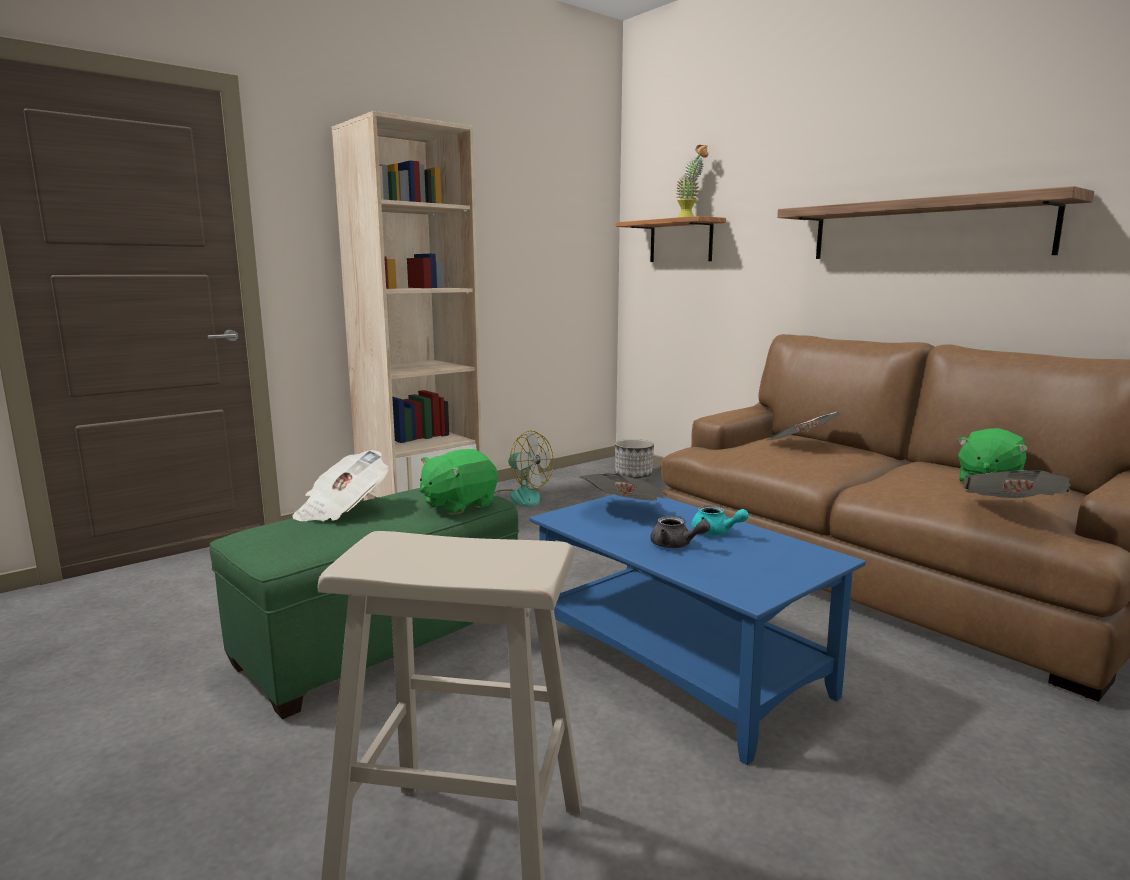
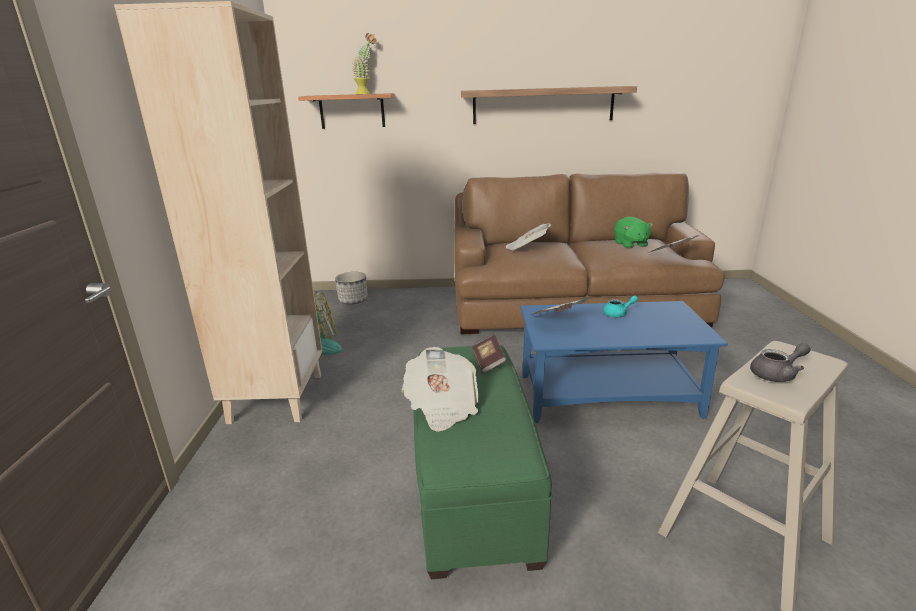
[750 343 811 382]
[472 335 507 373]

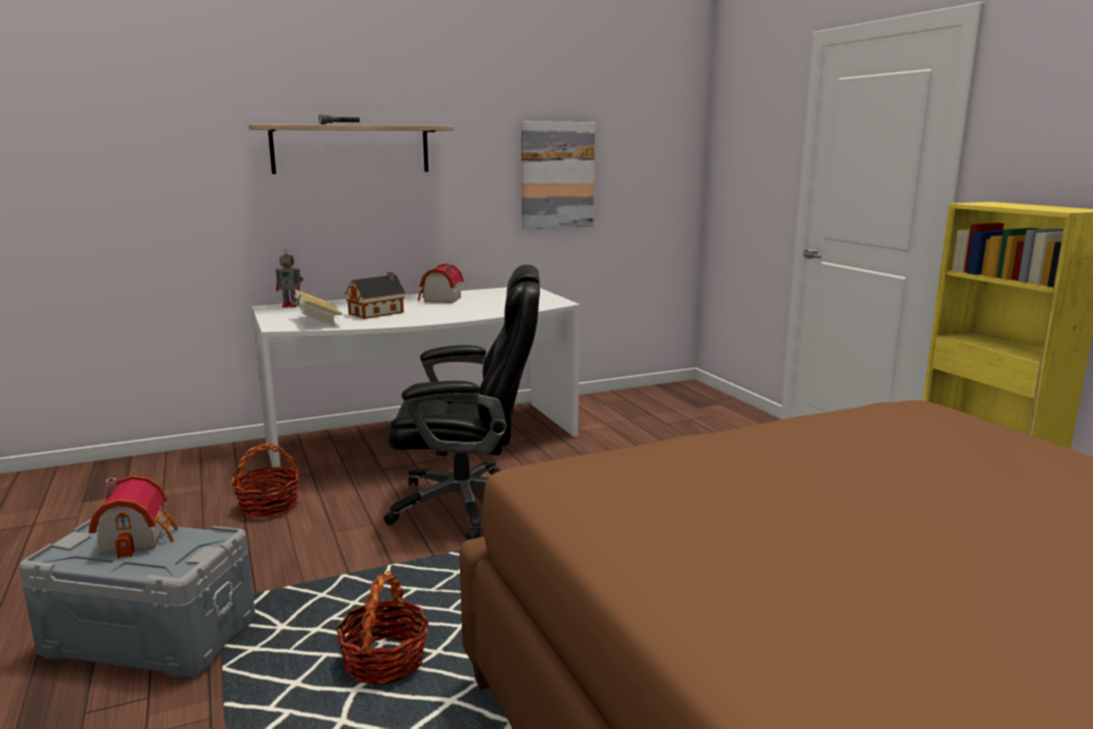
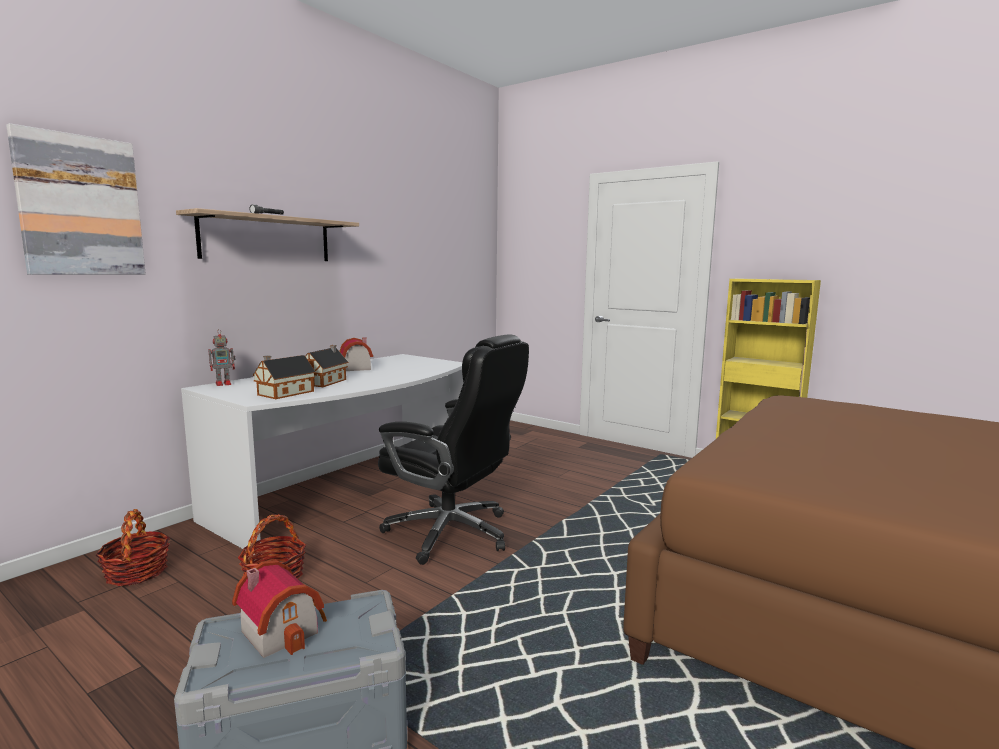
[96 509 170 586]
[6 123 146 275]
[253 355 316 399]
[378 334 529 565]

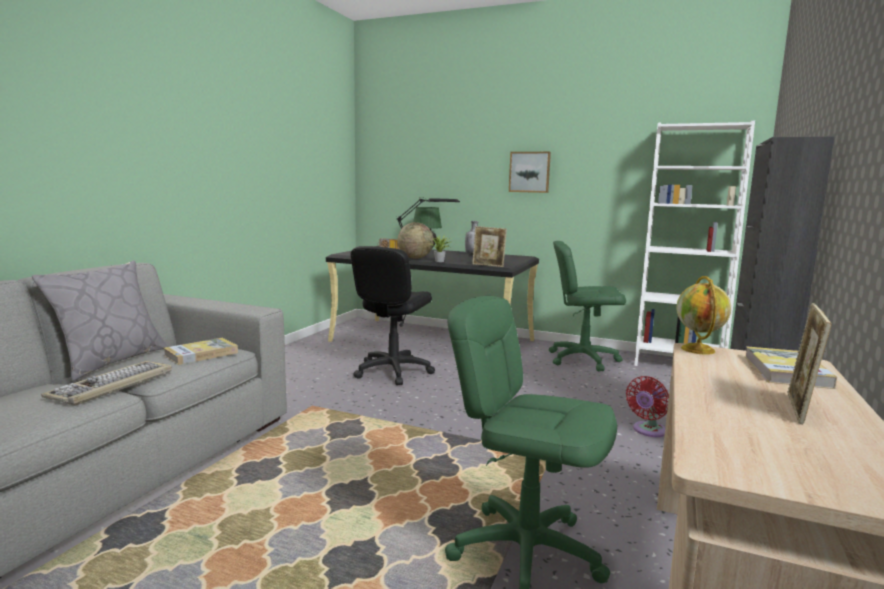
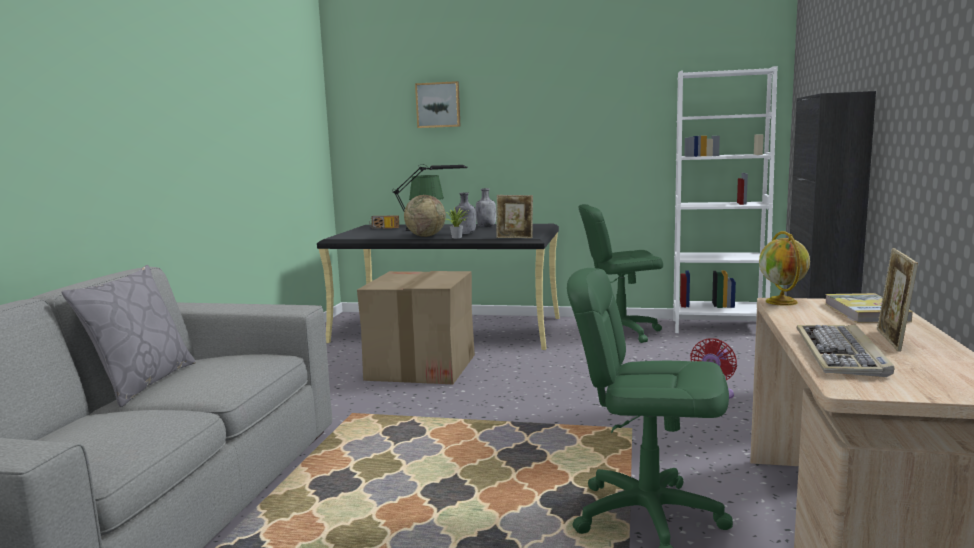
[164 338 238 365] (first image)
[455 192 476 234]
[796 324 894 377]
[415 81 461 128]
[357 271 475 384]

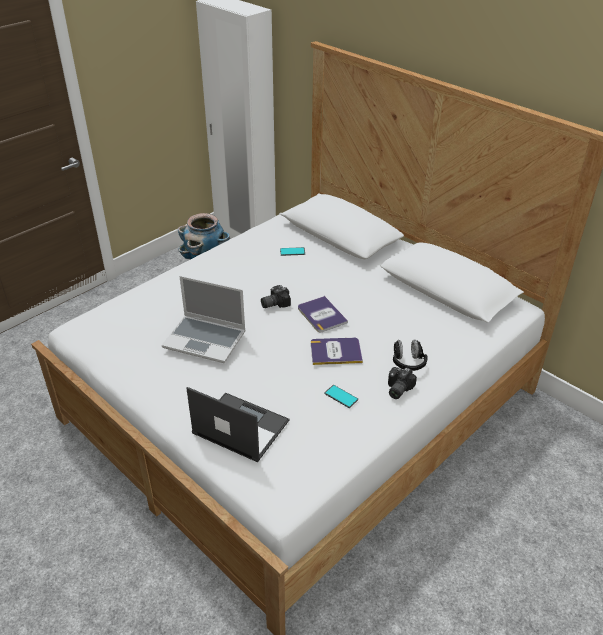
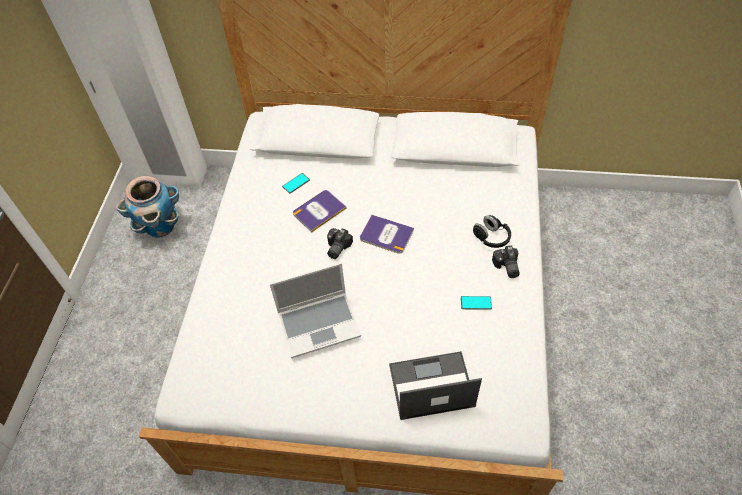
[293 190 347 233]

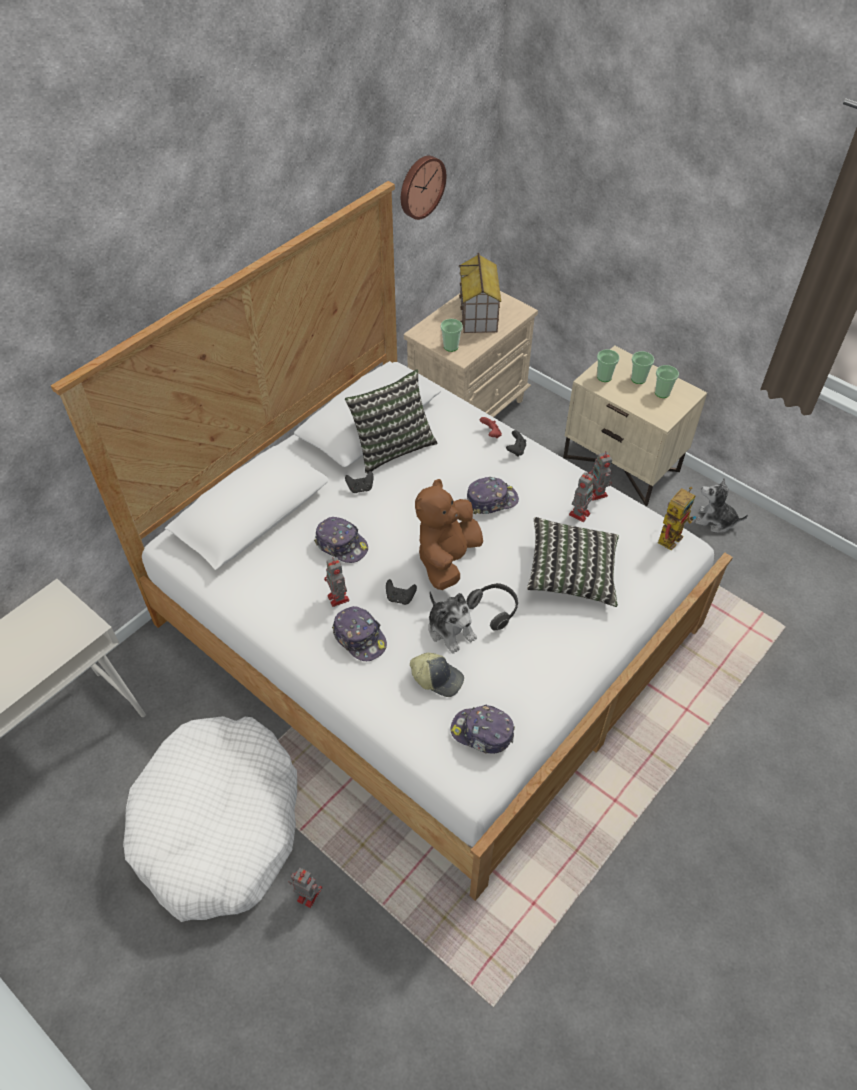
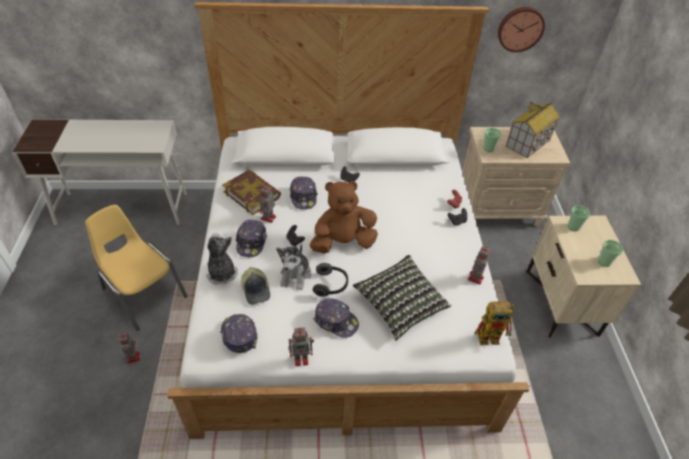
[345 369 438 474] (first image)
[631 351 655 384] (first image)
[222 170 281 215]
[313 298 359 338]
[289 327 314 366]
[206 233 238 285]
[85 204 188 331]

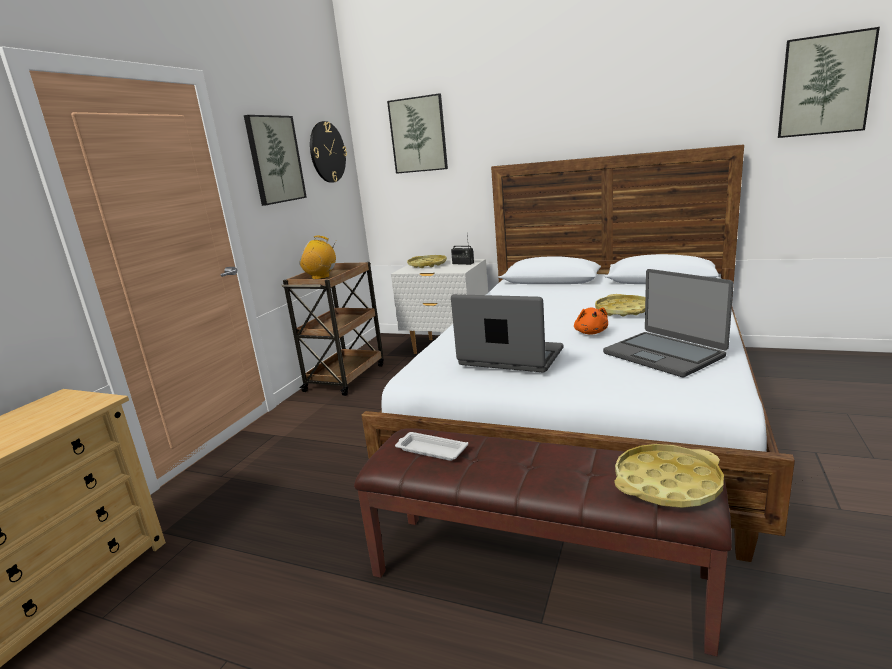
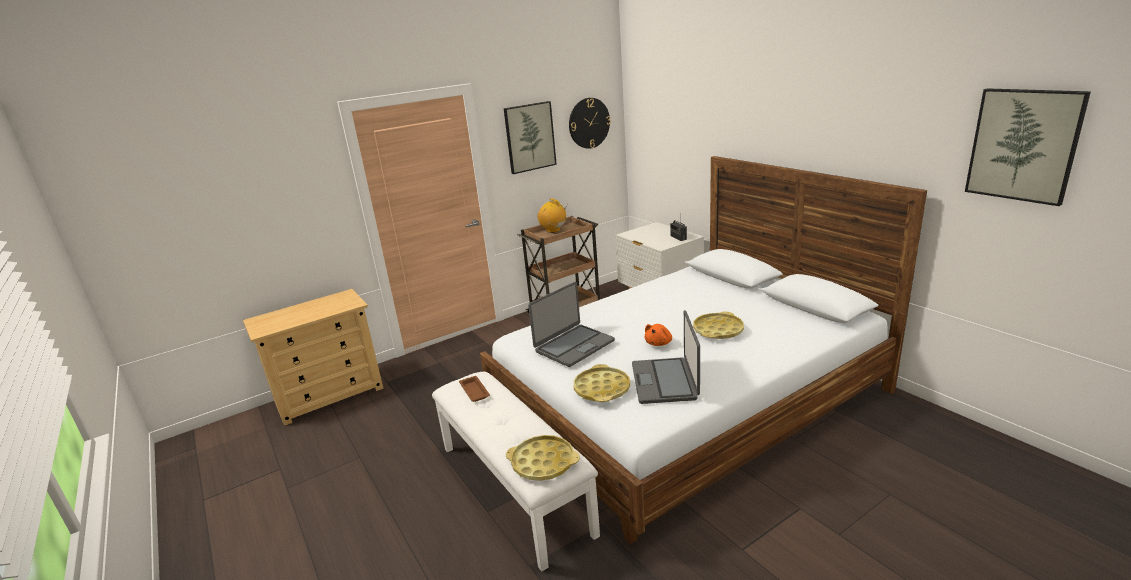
[387 93 448 174] (first image)
[574 364 630 402]
[432 372 600 571]
[459 376 490 402]
[528 282 615 367]

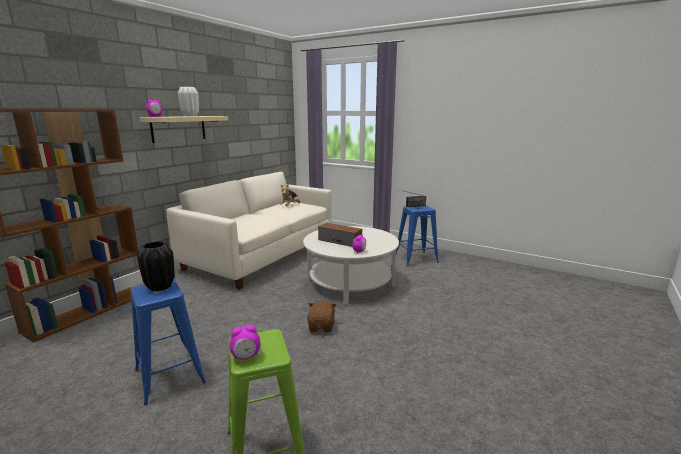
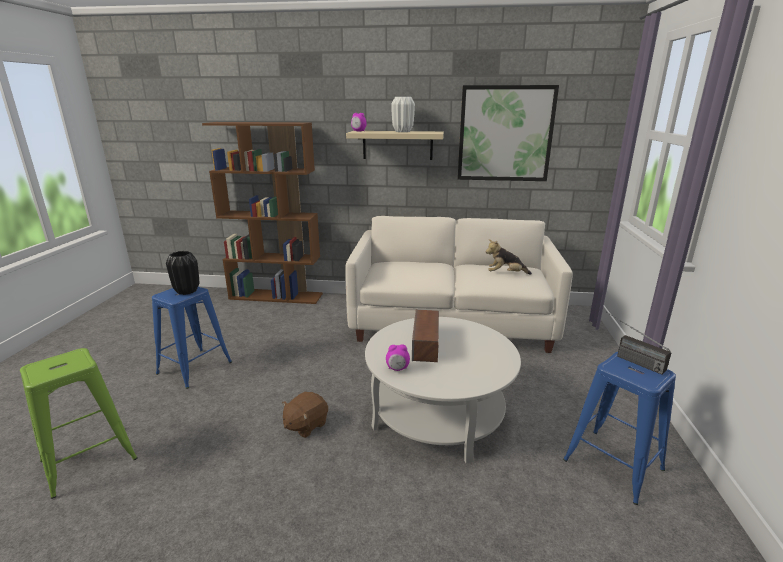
[229 325 261 360] (first image)
[458 85 559 181]
[282 392 328 438]

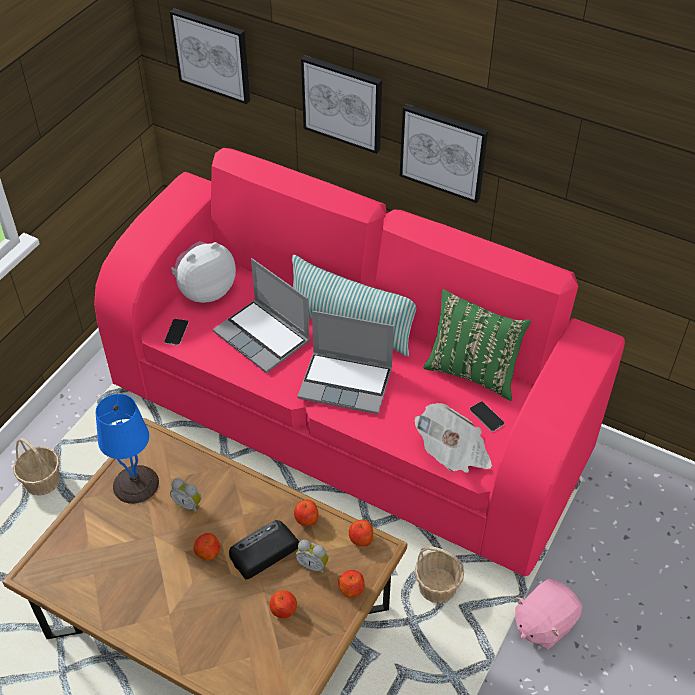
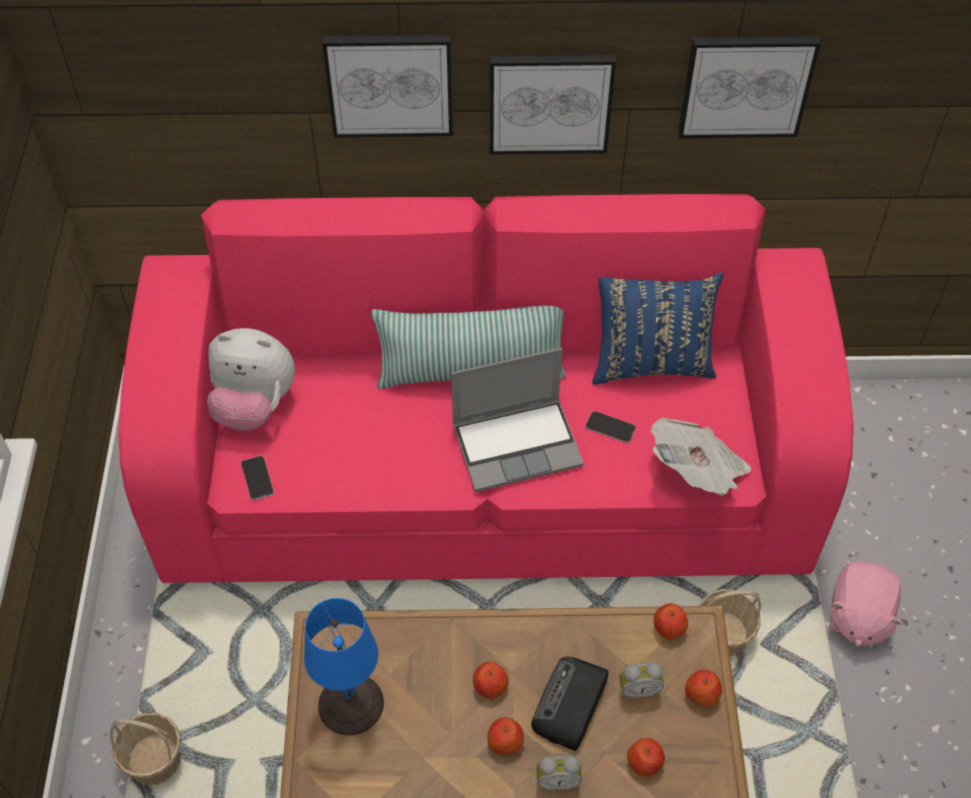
[213 258 310 373] (first image)
[678 36 821 138]
[536 756 582 790]
[473 662 509 698]
[585 411 636 443]
[592 273 723 385]
[207 328 295 431]

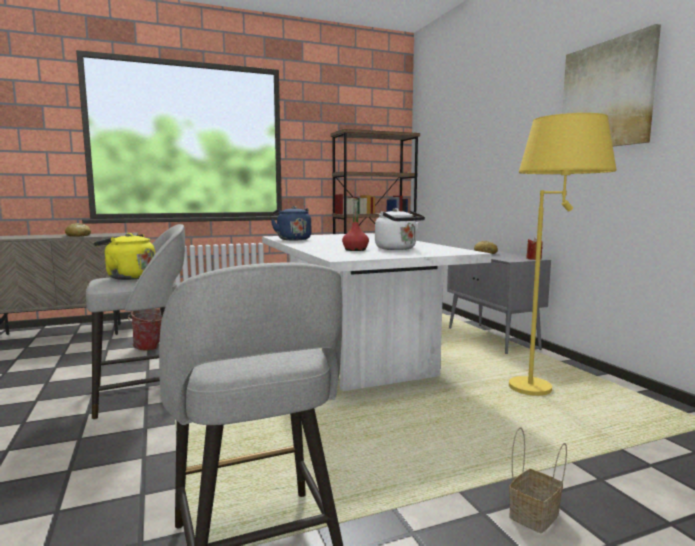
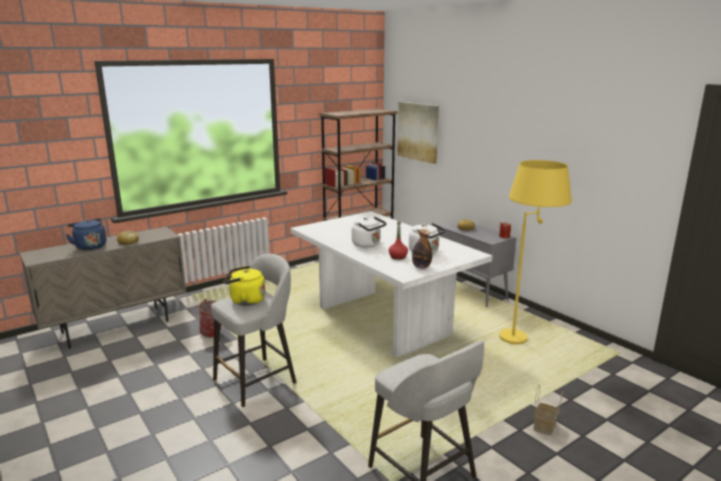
[352 216 386 248]
[412 229 432 269]
[66 219 106 250]
[397 102 439 164]

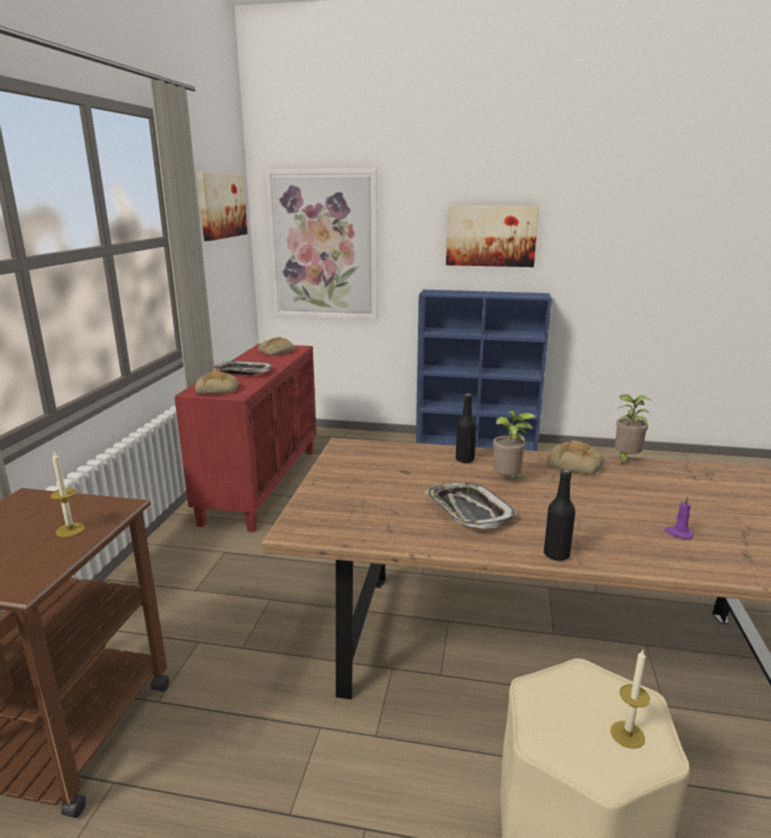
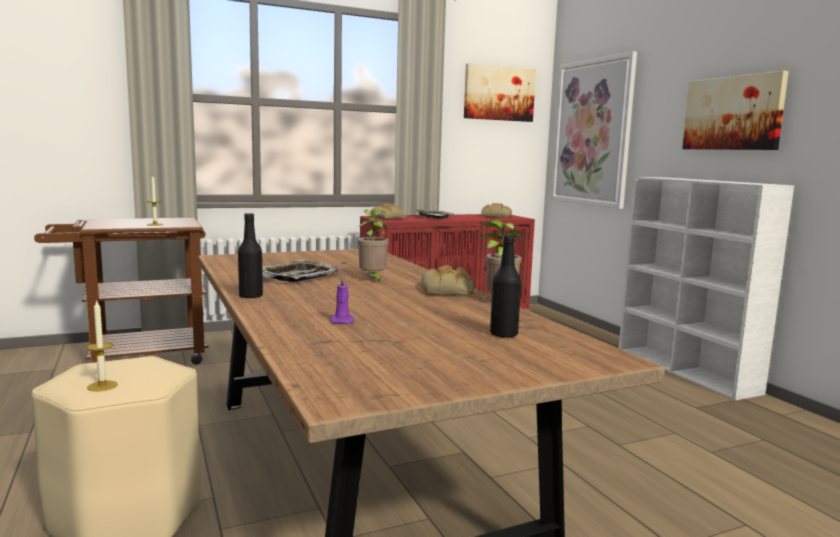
[490 234 521 338]
[619 177 794 401]

